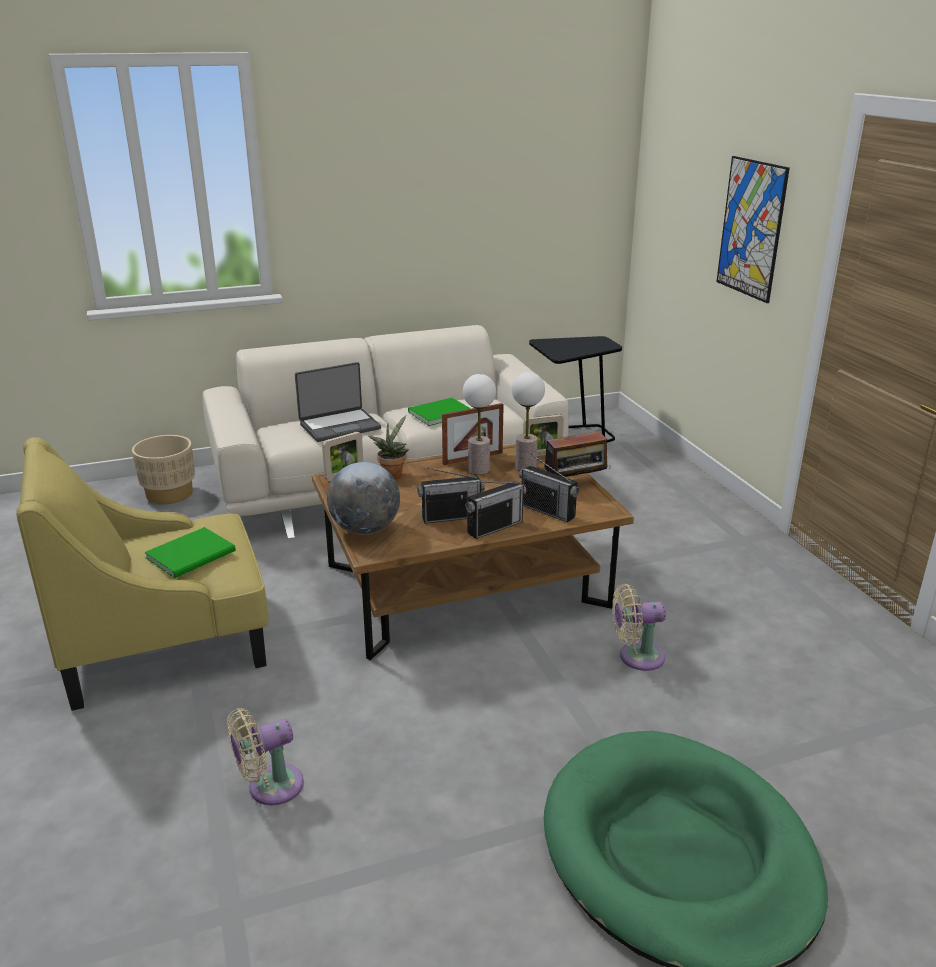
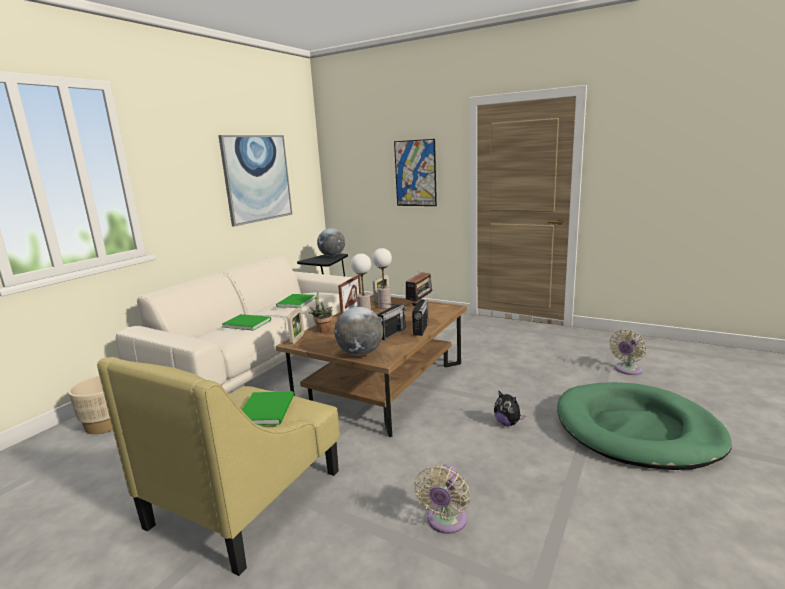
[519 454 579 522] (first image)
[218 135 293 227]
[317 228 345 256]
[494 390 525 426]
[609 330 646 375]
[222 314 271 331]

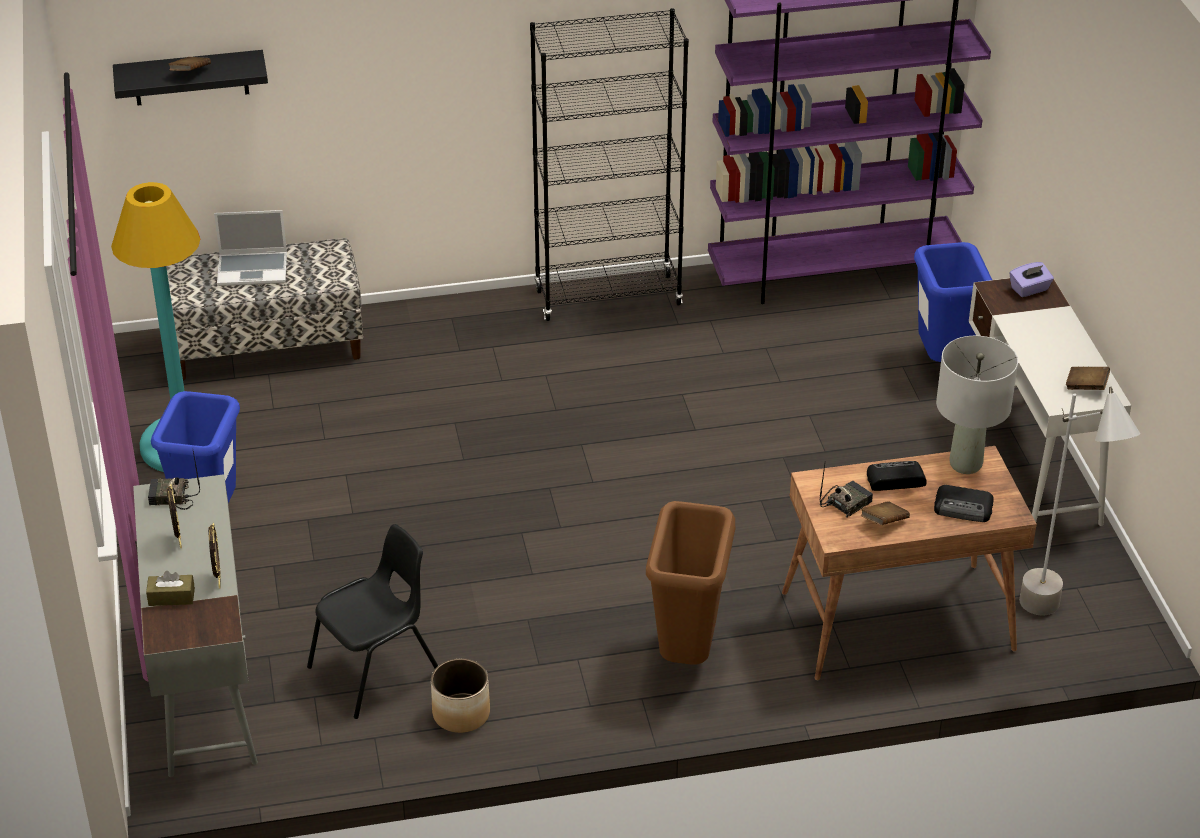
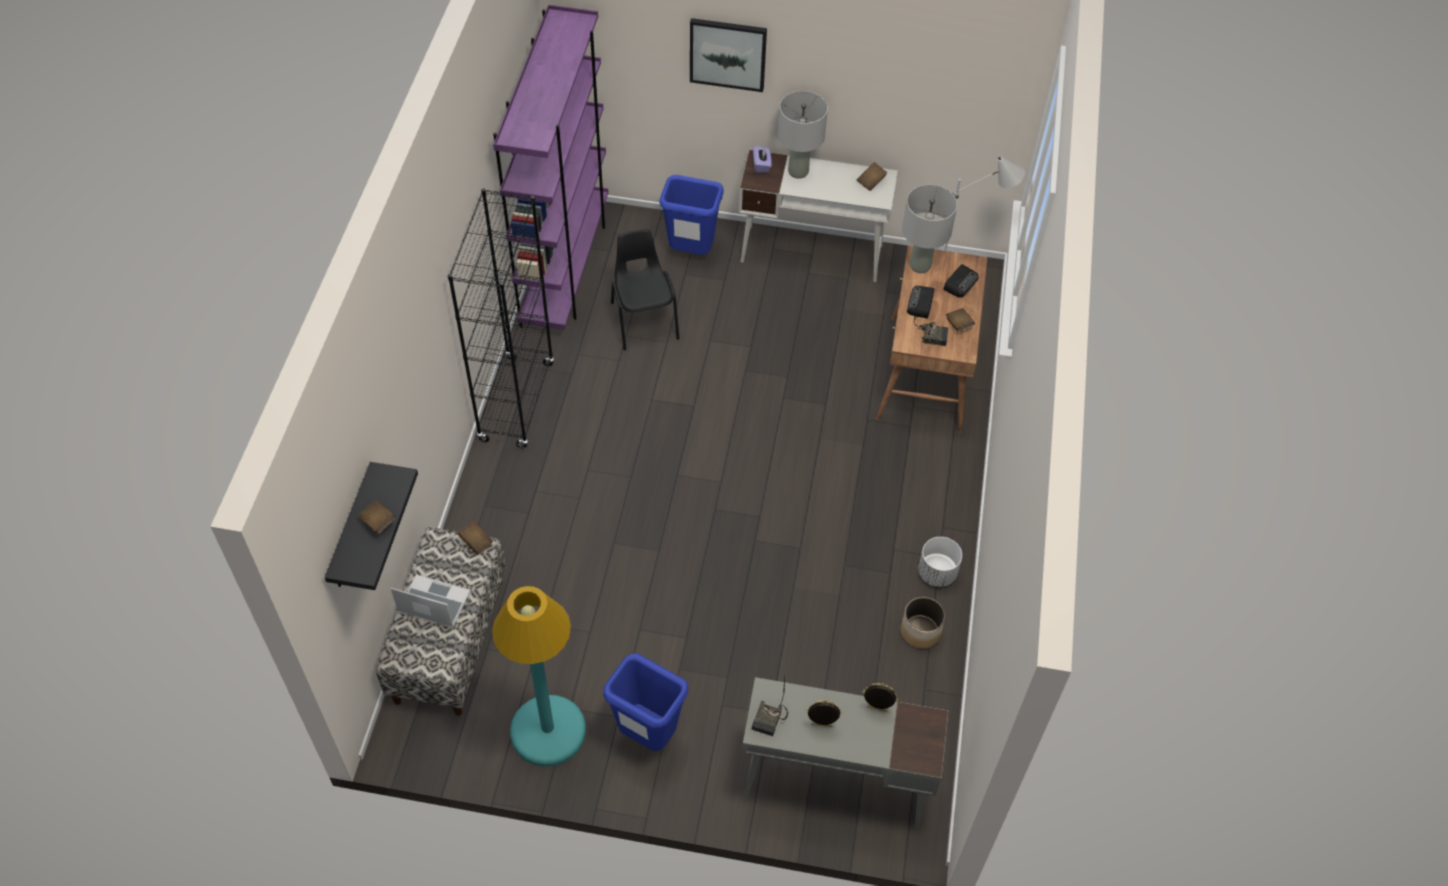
[146 571 195 606] (first image)
[646 501 736 665] (first image)
[458 521 493 555]
[690 18 767 92]
[778 91 828 179]
[918 537 962 587]
[611 229 679 351]
[391 575 471 628]
[914 301 948 346]

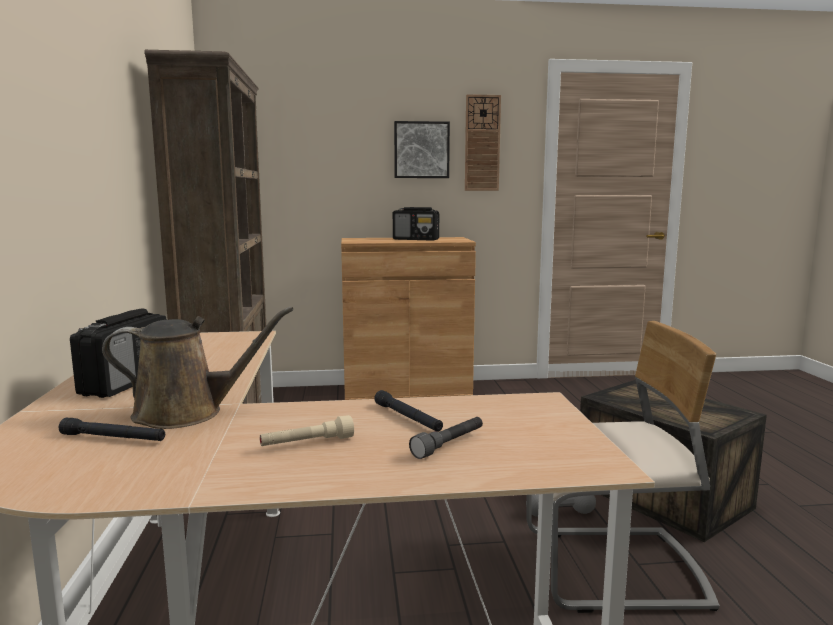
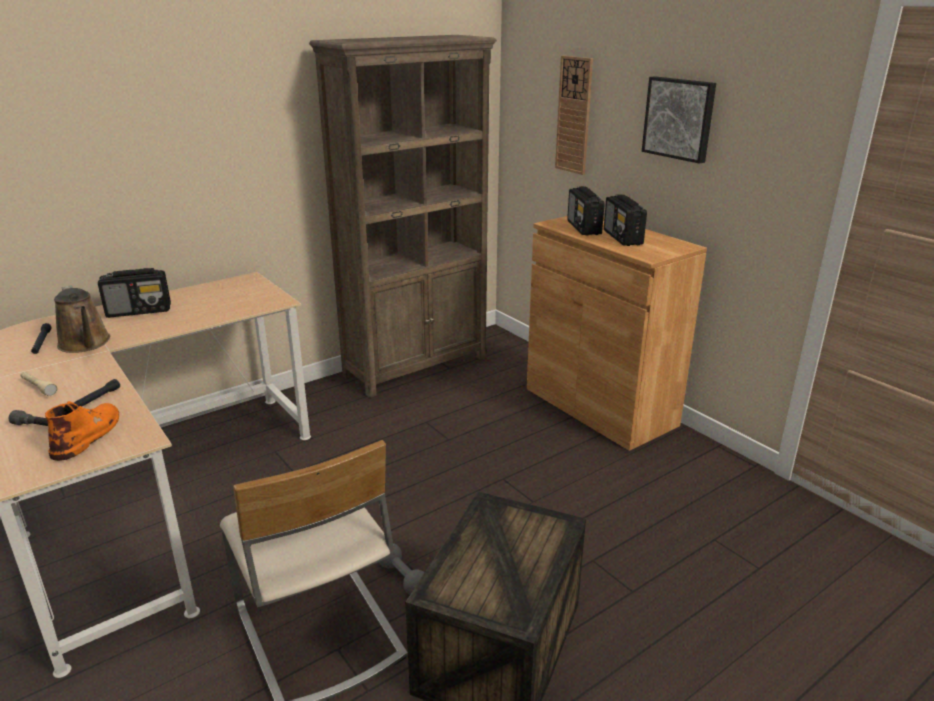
[45 401 119 461]
[567 186 605 236]
[555 56 593 175]

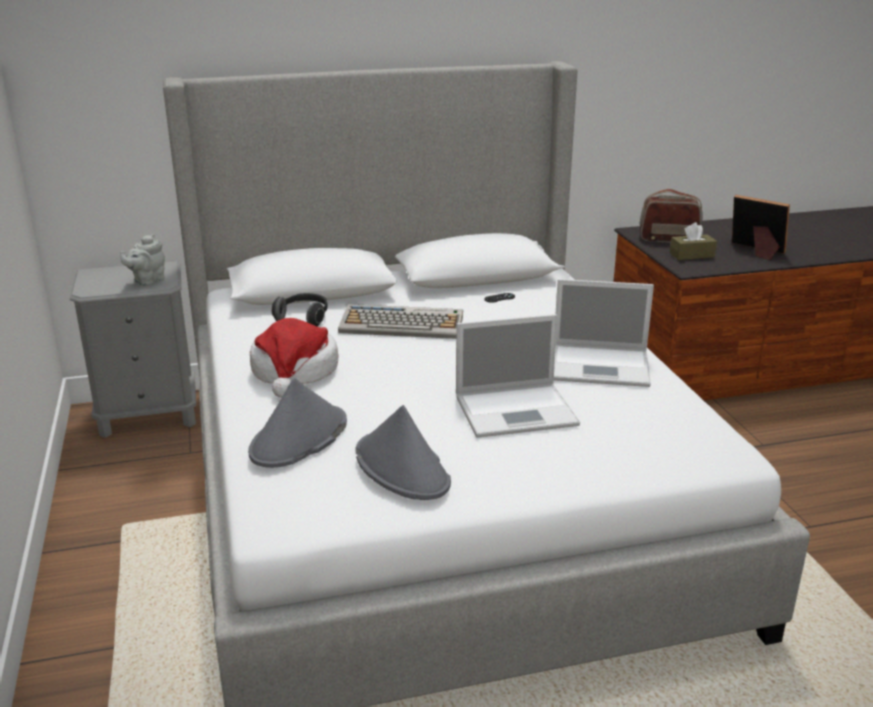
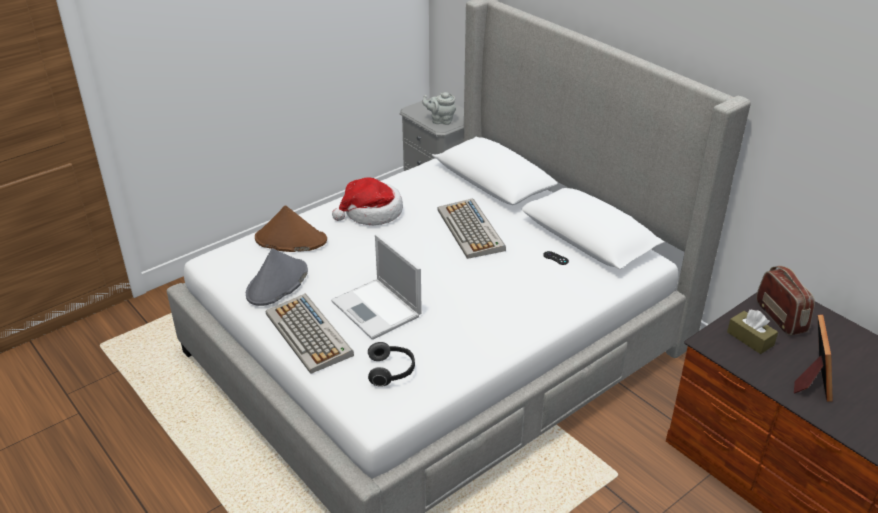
[554 279 654 387] (first image)
[265 294 354 374]
[368 342 415 387]
[255 206 327 252]

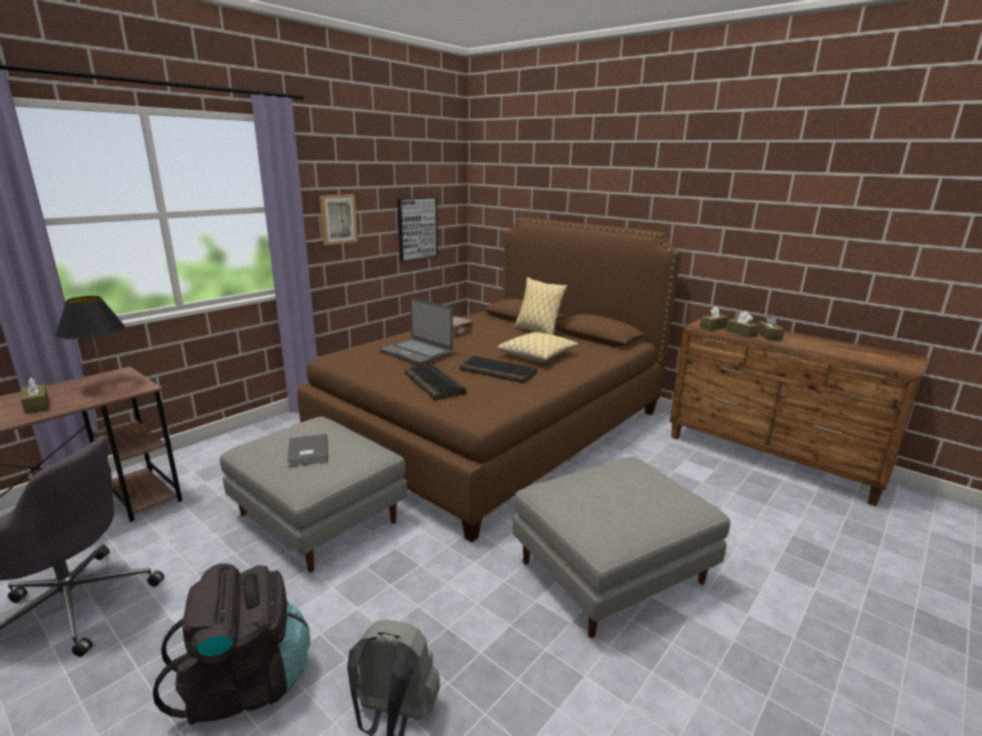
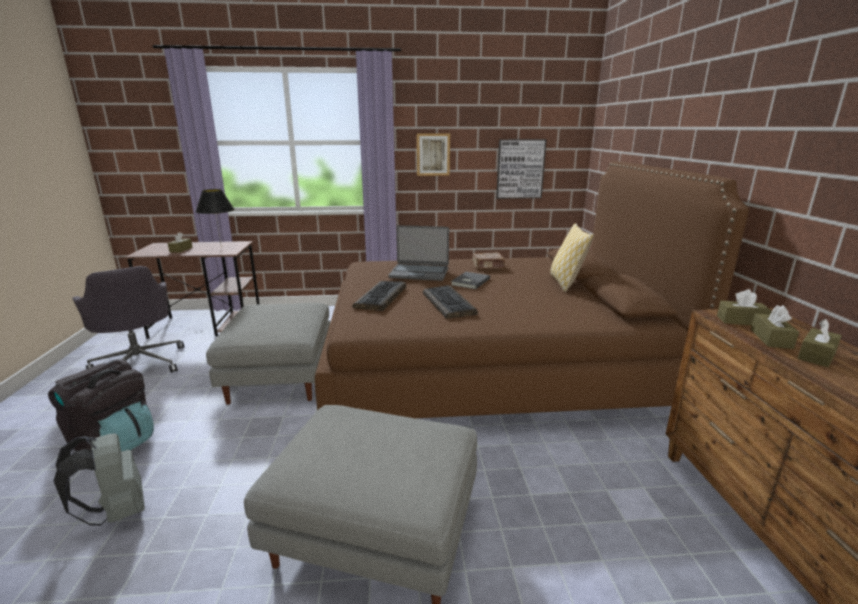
[497 332 578 362] (first image)
[451 272 490 289]
[389 225 449 281]

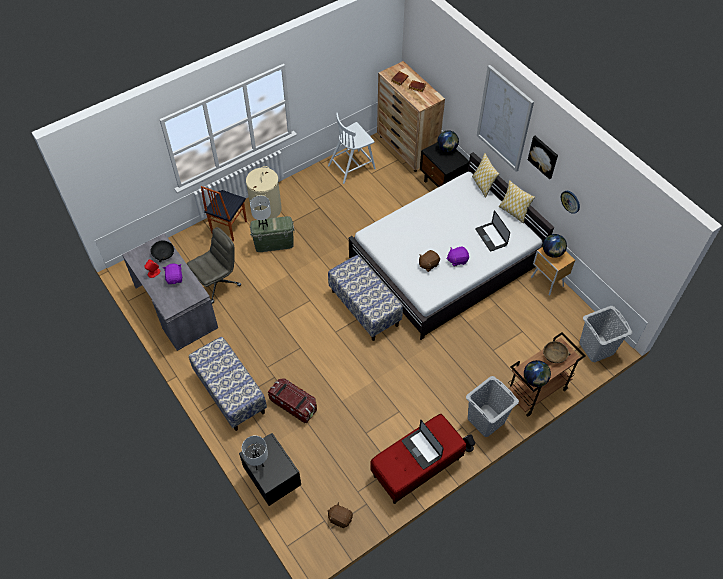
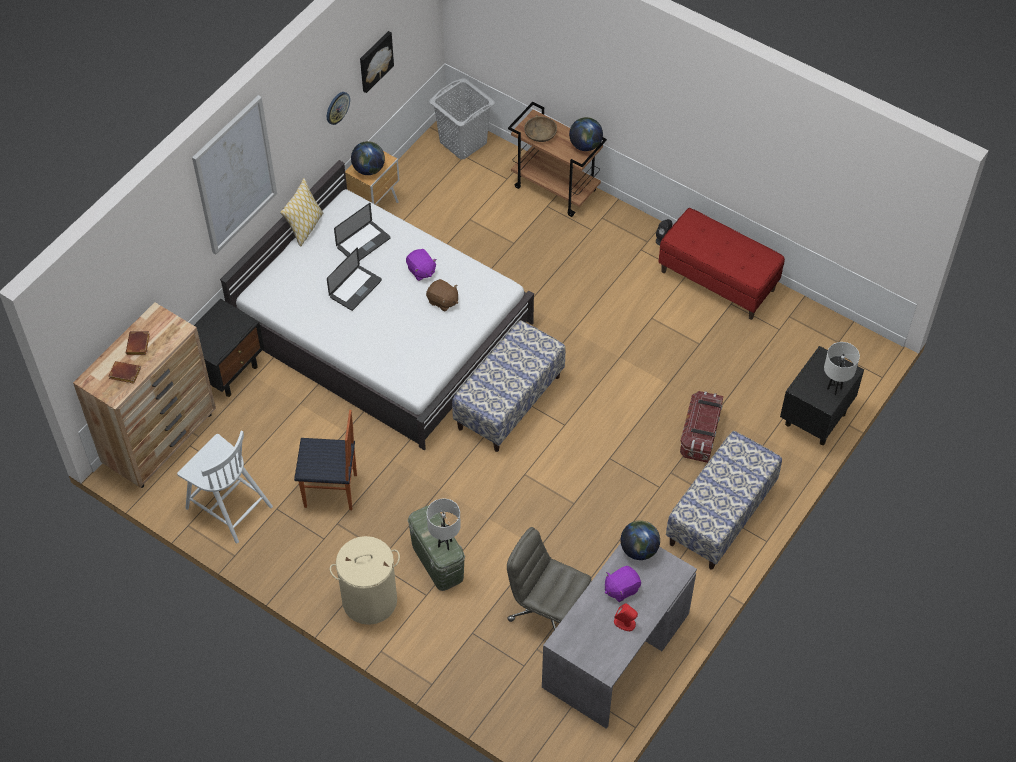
[150 241 174 262] (first image)
[327 502 353 528] (first image)
[466 376 519 437] (first image)
[472 153 499 197] (first image)
[294 410 357 510]
[327 248 382 311]
[621 520 660 560]
[360 31 394 93]

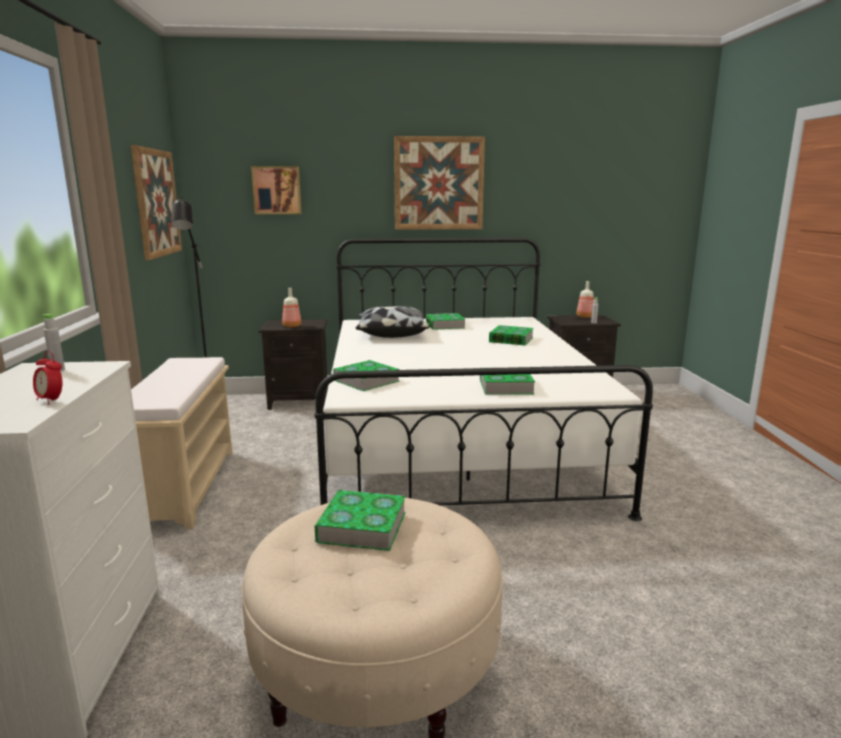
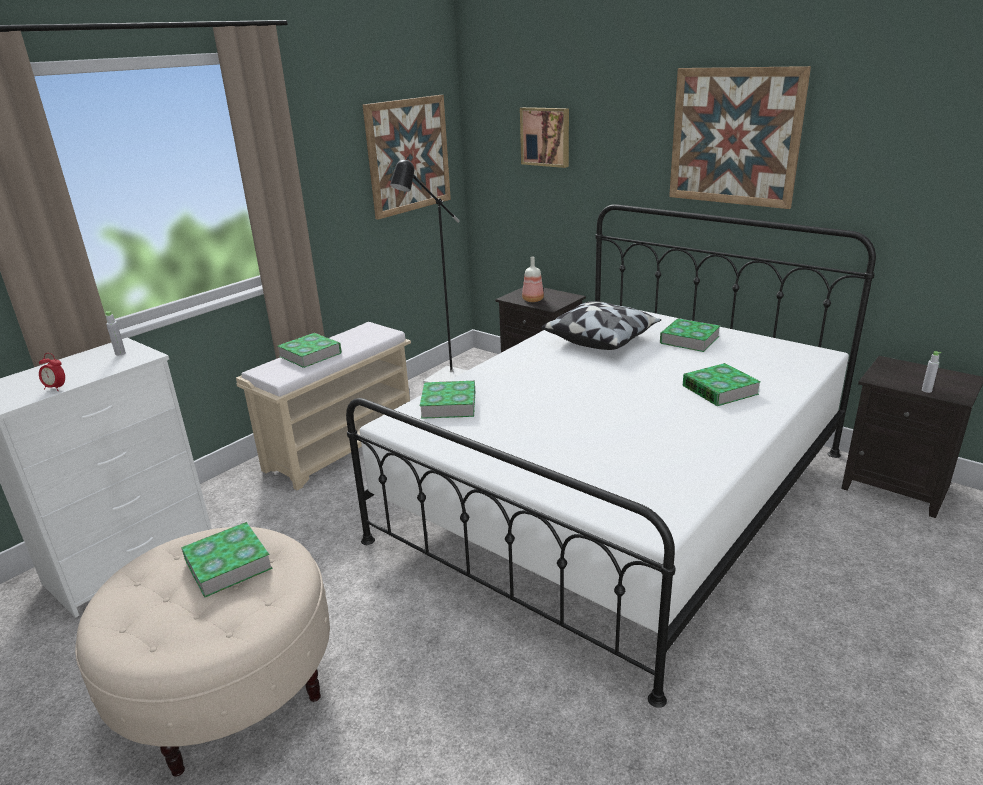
[576 281 594 318] (first image)
[278 333 342 368]
[39 353 65 391]

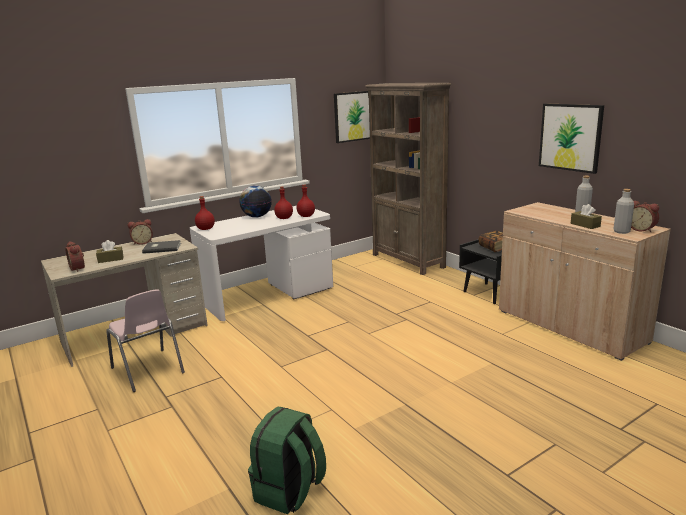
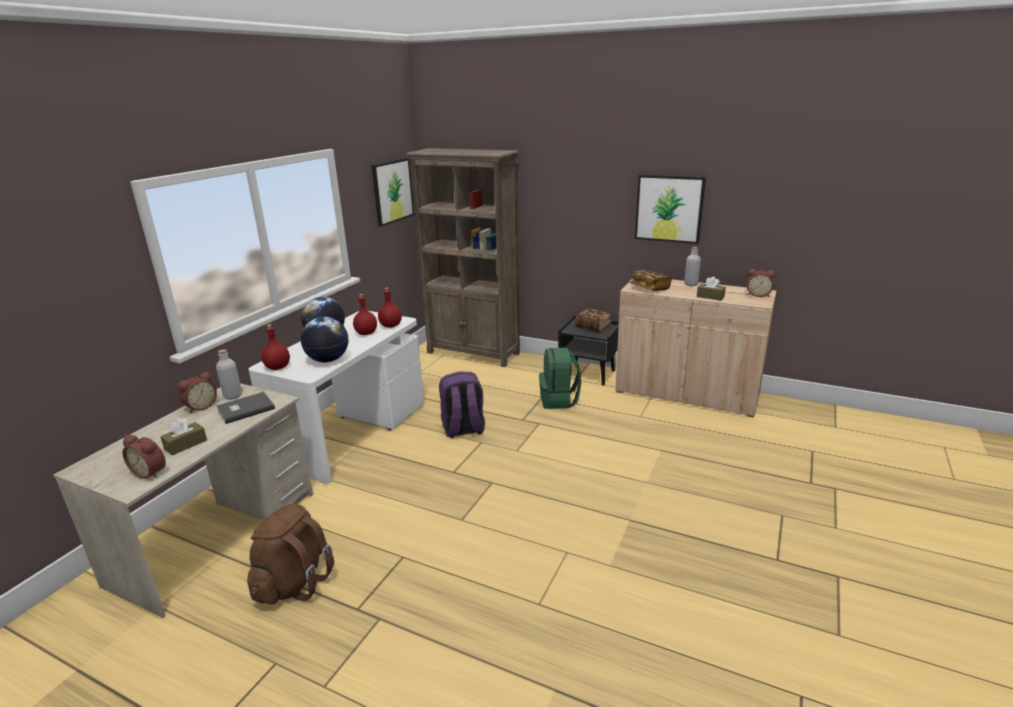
[301 317 348 363]
[439 372 485 438]
[630 270 672 291]
[539 347 581 409]
[216 349 242 400]
[247 504 334 605]

